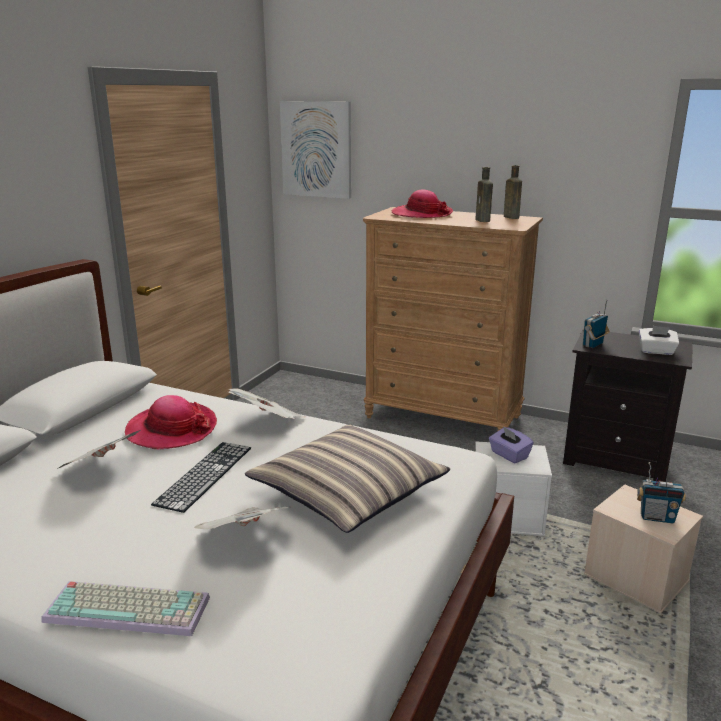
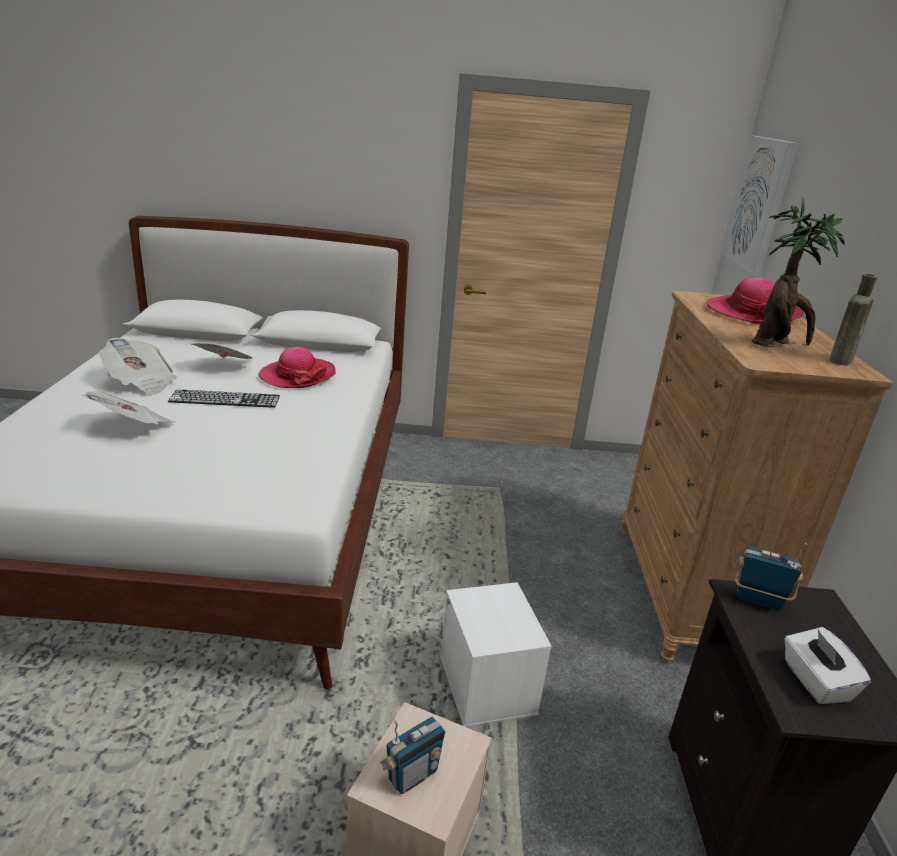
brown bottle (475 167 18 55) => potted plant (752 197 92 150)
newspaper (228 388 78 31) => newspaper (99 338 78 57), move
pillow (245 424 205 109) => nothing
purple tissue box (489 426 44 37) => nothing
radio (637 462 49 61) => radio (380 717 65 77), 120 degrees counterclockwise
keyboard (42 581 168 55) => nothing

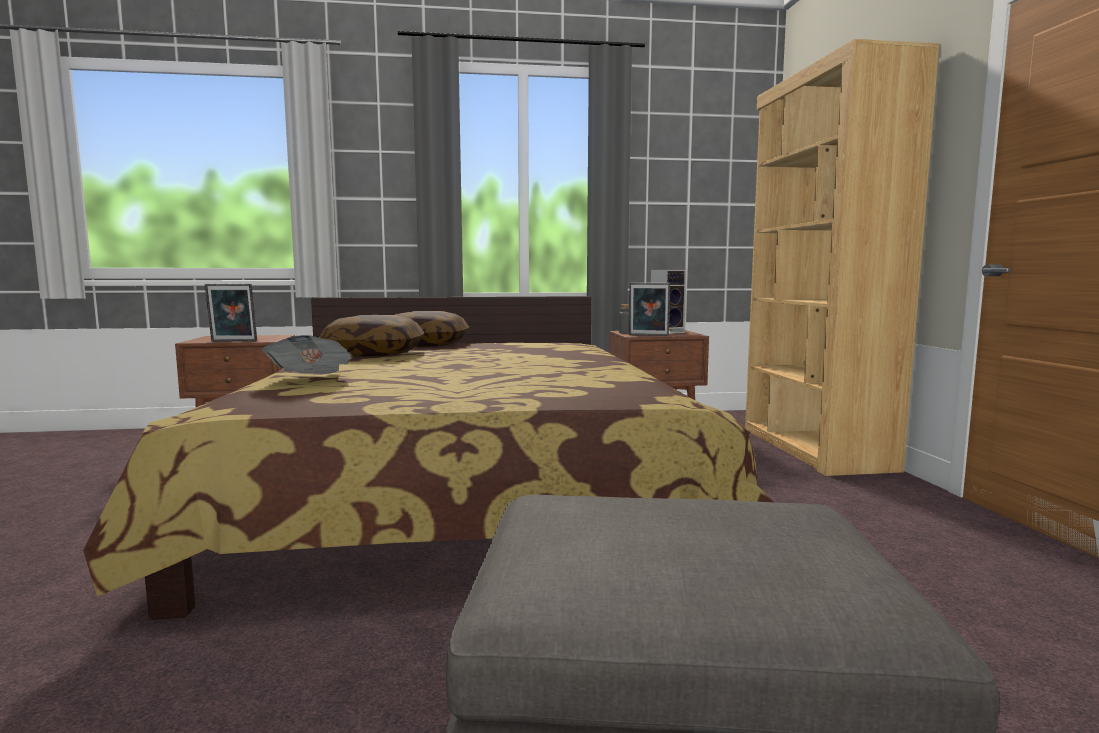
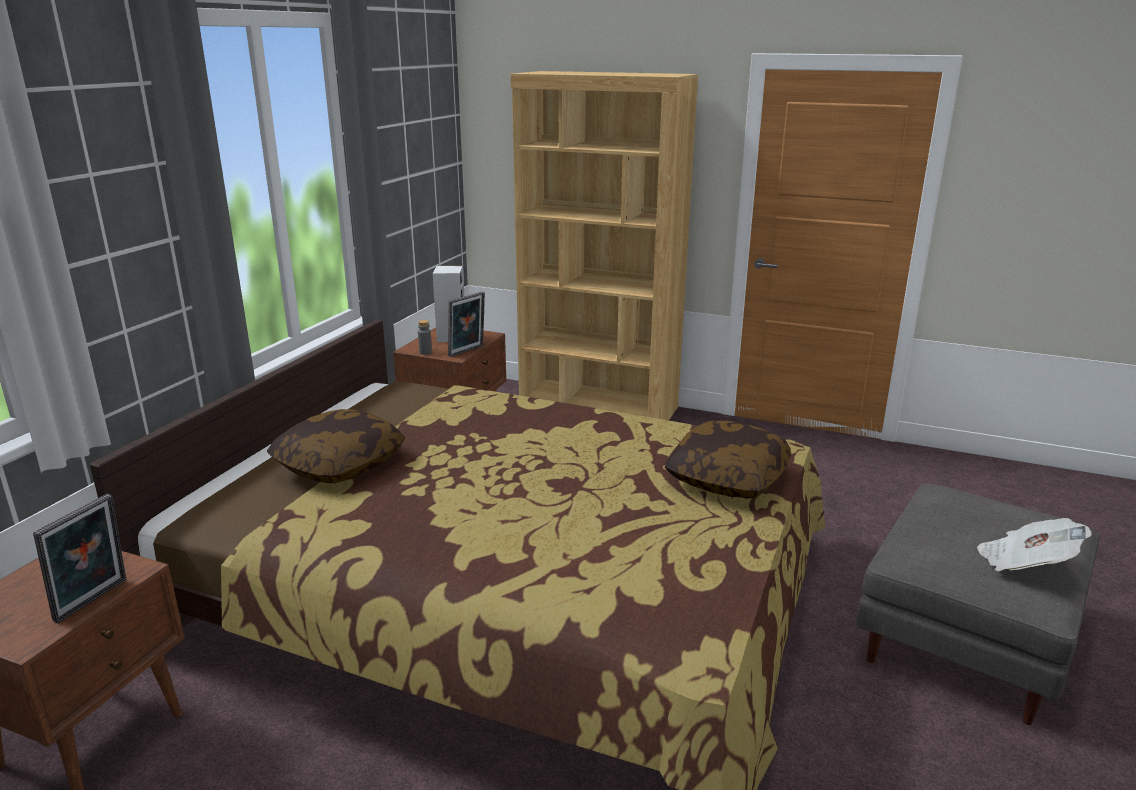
pillow (319 315 105 42) => pillow (665 421 126 77), move
newspaper (262 335 91 39) => newspaper (977 518 115 53), move

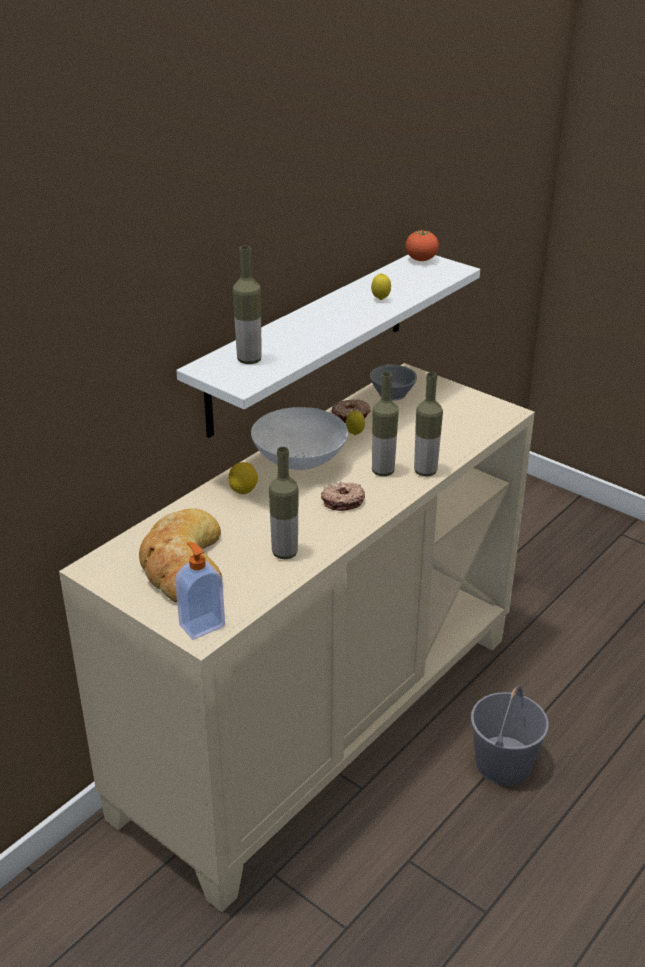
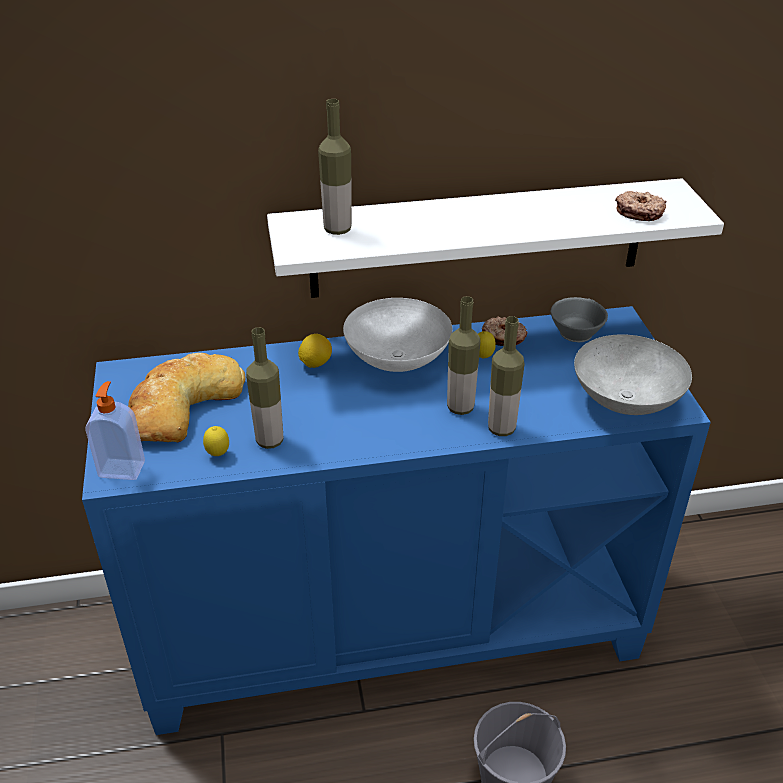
tomato (406 230 33 31) => nothing
lemon (371 273 20 27) => lemon (203 426 26 30), move
beige cabinet (59 363 476 549) => blue cabinet (82 306 629 429)
donut (321 482 44 29) => donut (615 191 52 30), move
nothing => grey bowl (574 334 118 81)

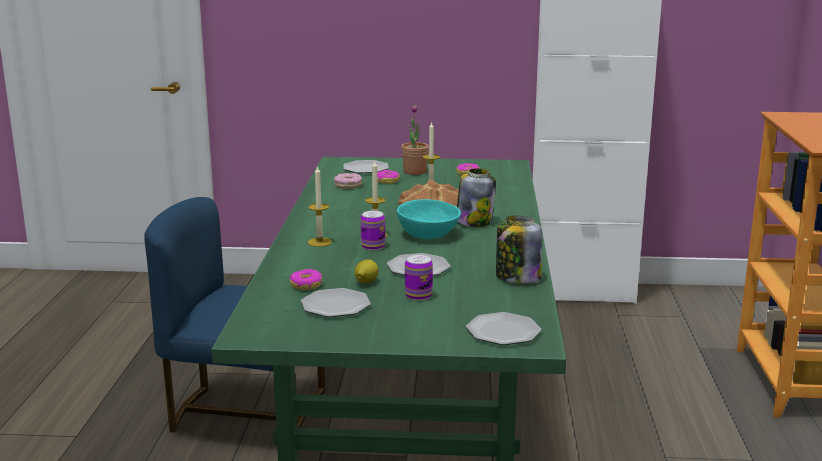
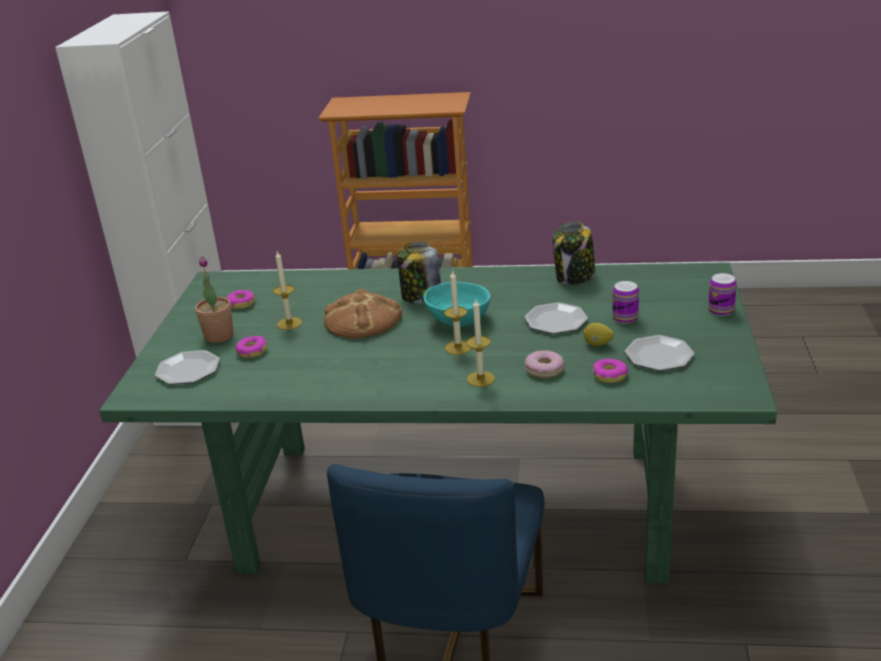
donut (334 173 28 16) => donut (525 350 39 28), move
can (360 211 25 39) => can (708 273 29 43), move
plate (466 312 75 33) => nothing

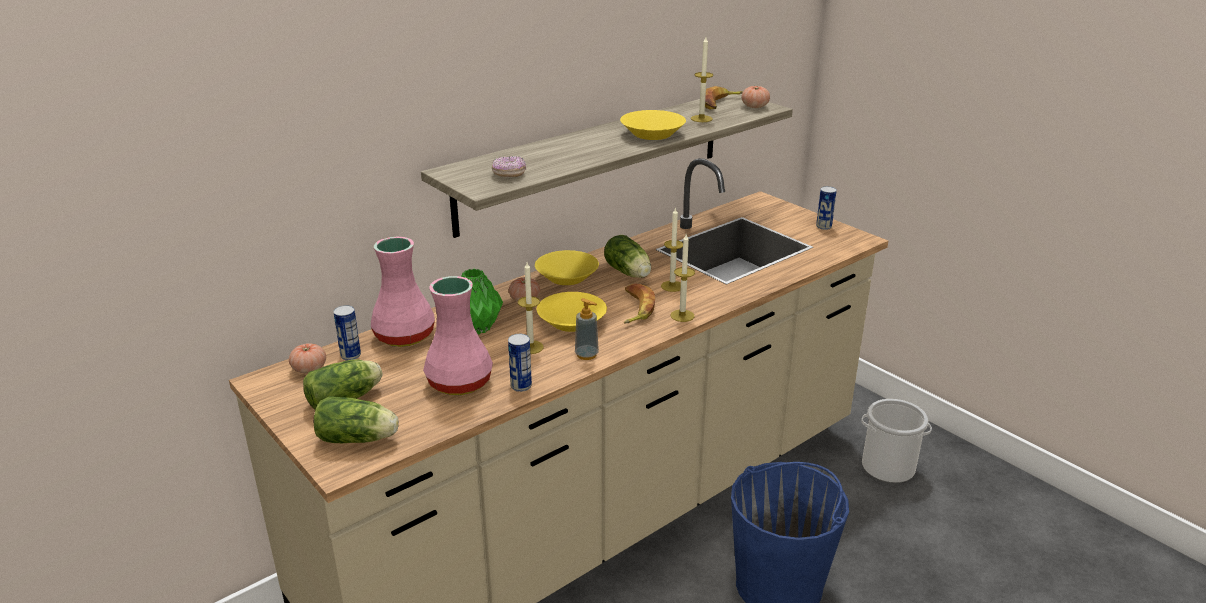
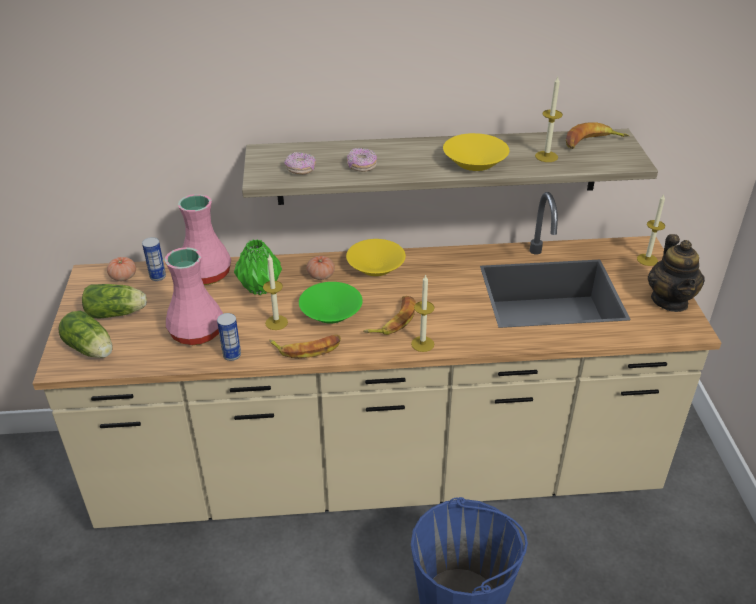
tomato (742 86 28 22) => nothing
can (816 186 21 44) => teapot (648 234 57 78)
candle (661 207 22 85) => candle (637 194 28 72), move
lettuce (604 235 47 43) => nothing
yellow bowl (537 292 70 40) => green bowl (299 282 64 42)
soap dispenser (575 298 24 62) => banana (269 335 72 24)
bucket (861 399 71 84) => nothing
nothing => donut (347 148 30 24)

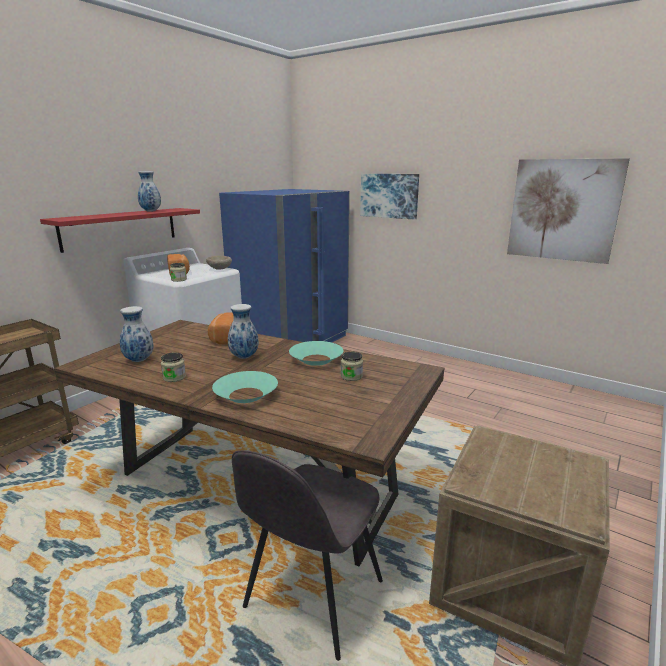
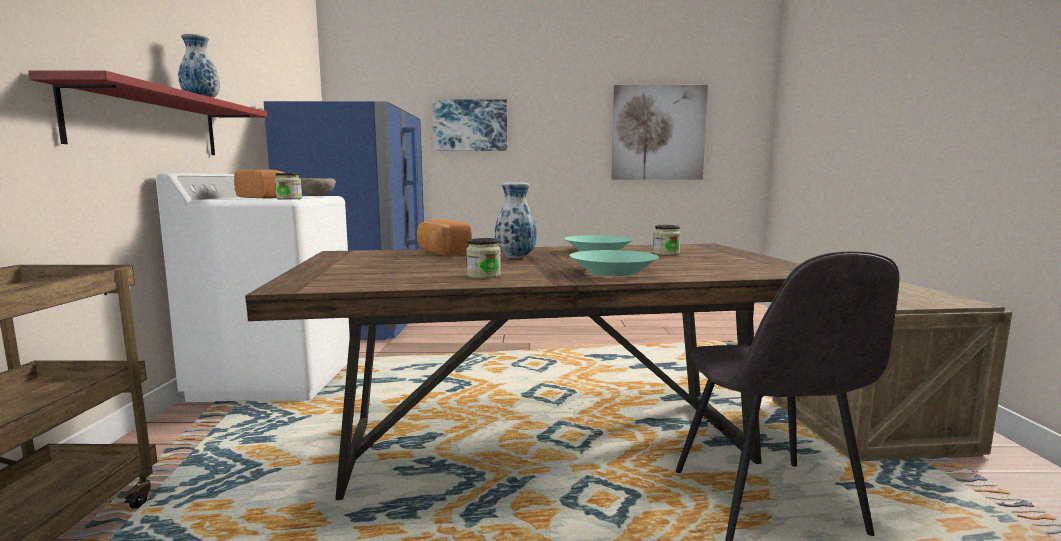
vase (120 306 34 56) => nothing

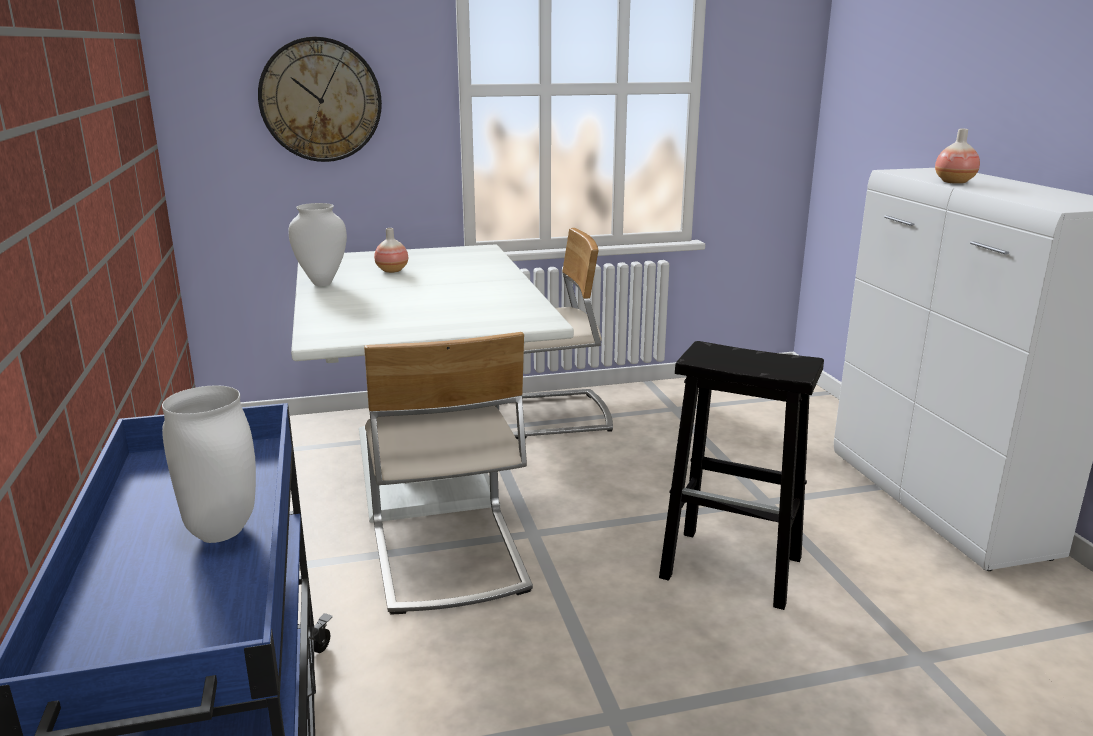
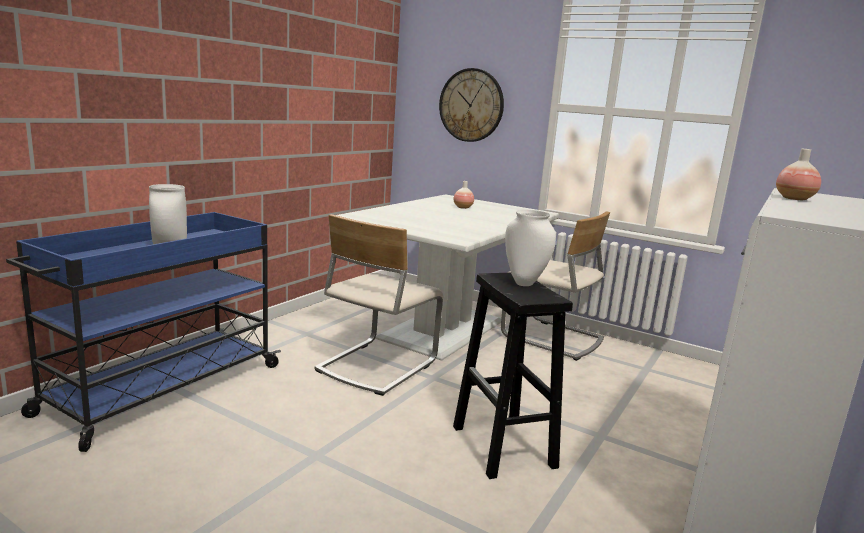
white vase (288 203 59 83) => white vase (505 209 51 77), move

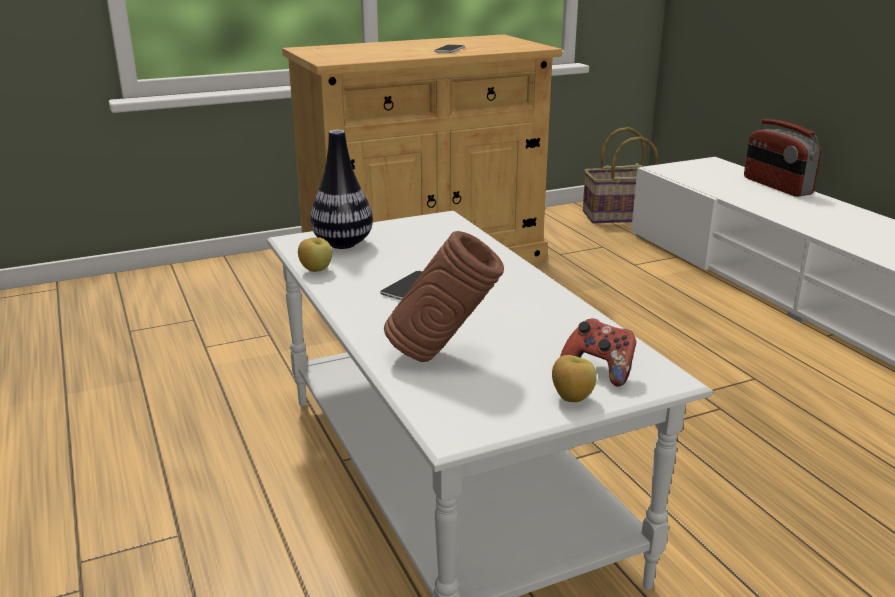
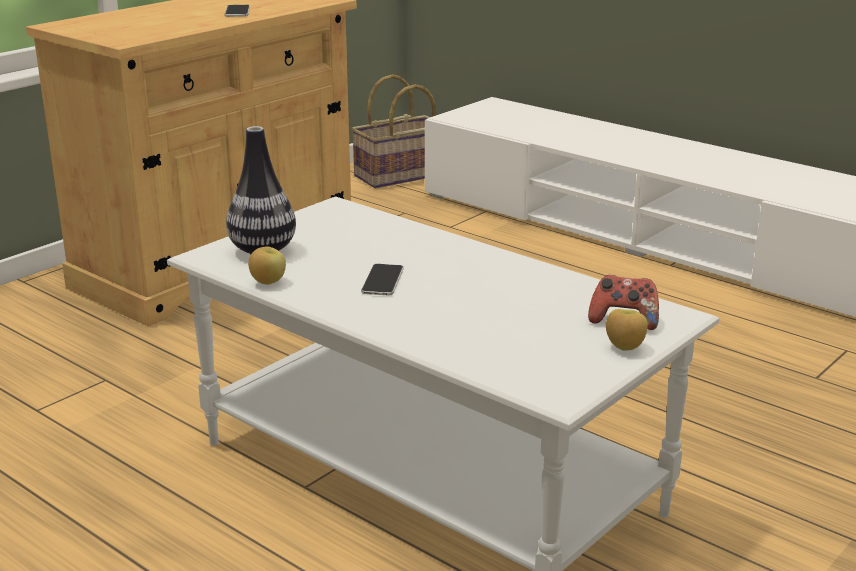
radio (744 119 78 78) => nothing
brown vase (384 231 120 131) => nothing

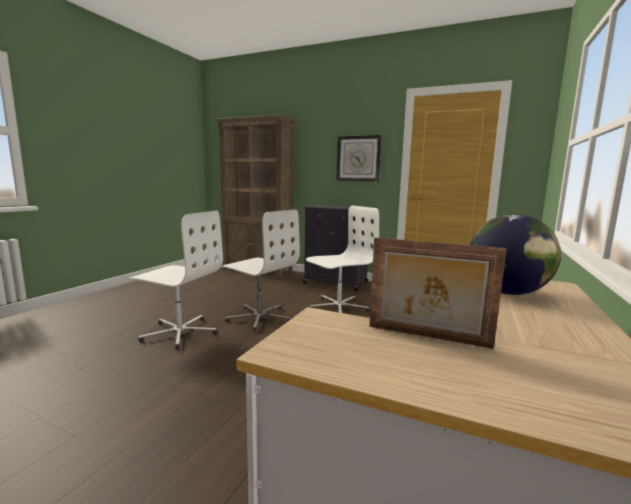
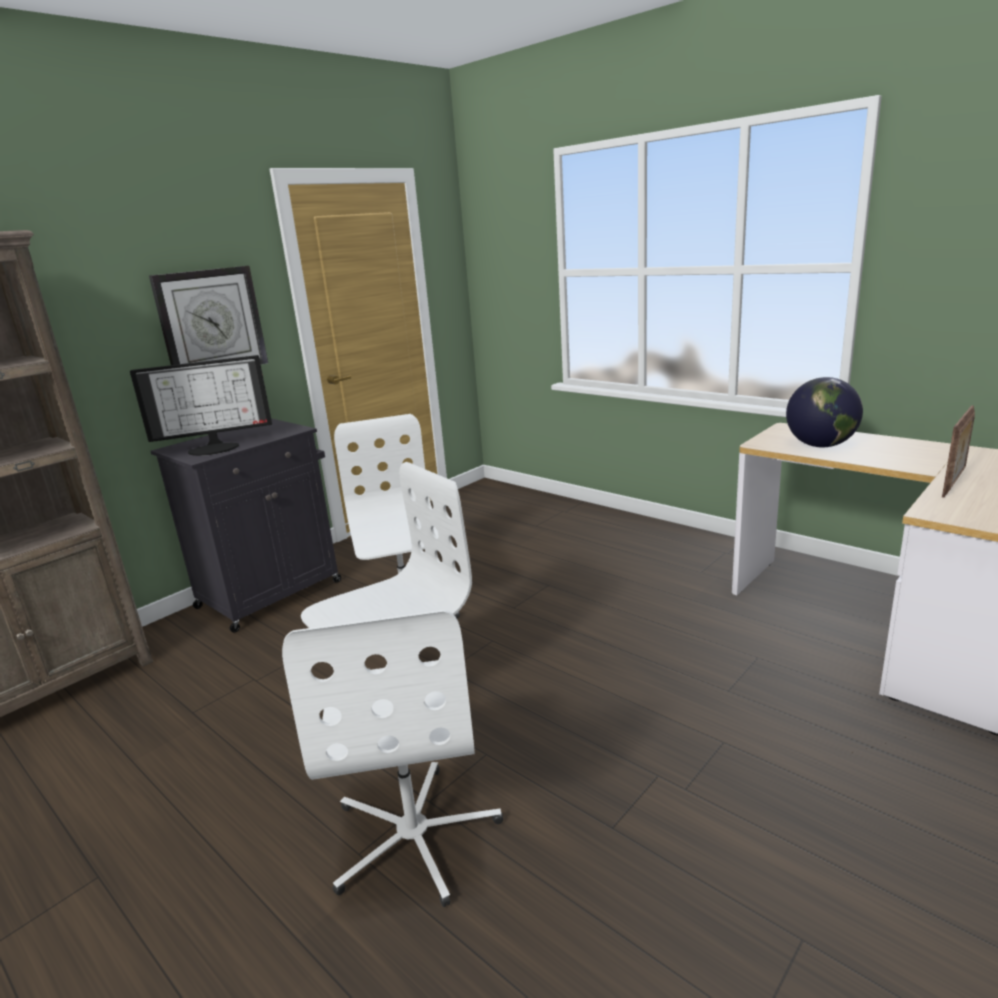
white office chair (128 210 95 139) => white office chair (282 610 221 297), 135 degrees clockwise
nothing => monitor (130 355 142 101)

